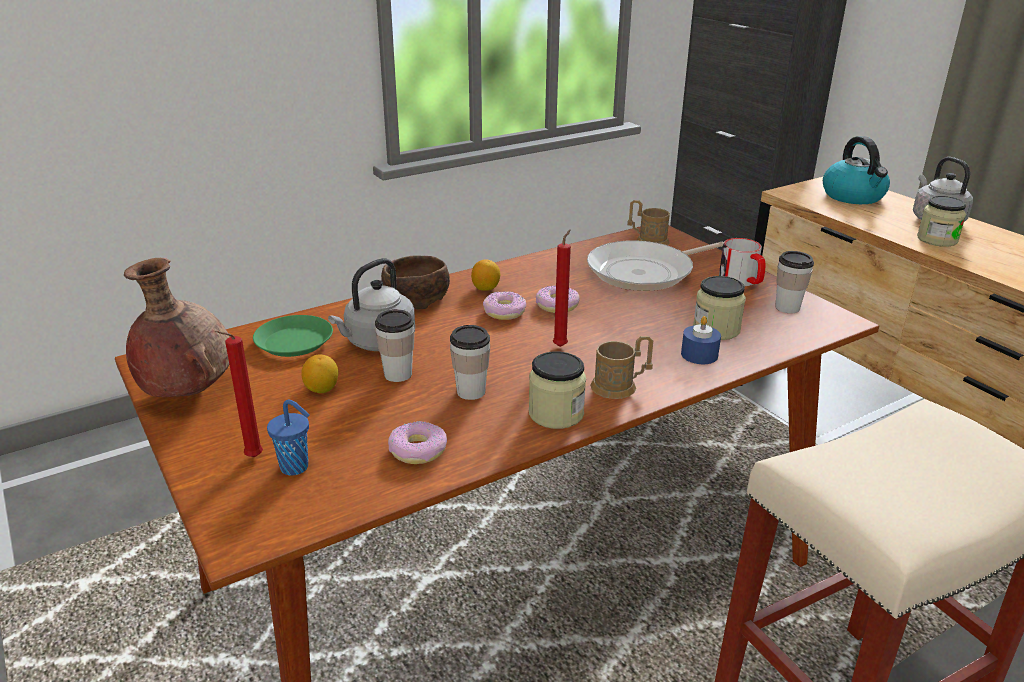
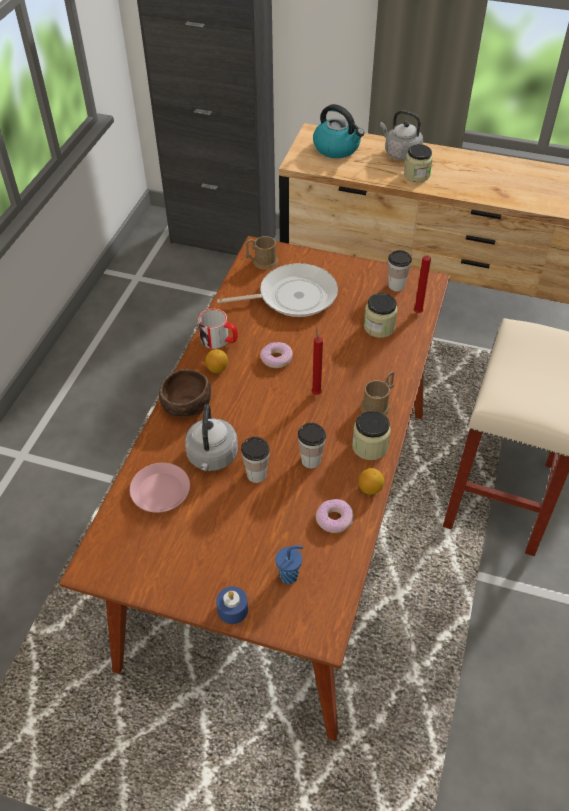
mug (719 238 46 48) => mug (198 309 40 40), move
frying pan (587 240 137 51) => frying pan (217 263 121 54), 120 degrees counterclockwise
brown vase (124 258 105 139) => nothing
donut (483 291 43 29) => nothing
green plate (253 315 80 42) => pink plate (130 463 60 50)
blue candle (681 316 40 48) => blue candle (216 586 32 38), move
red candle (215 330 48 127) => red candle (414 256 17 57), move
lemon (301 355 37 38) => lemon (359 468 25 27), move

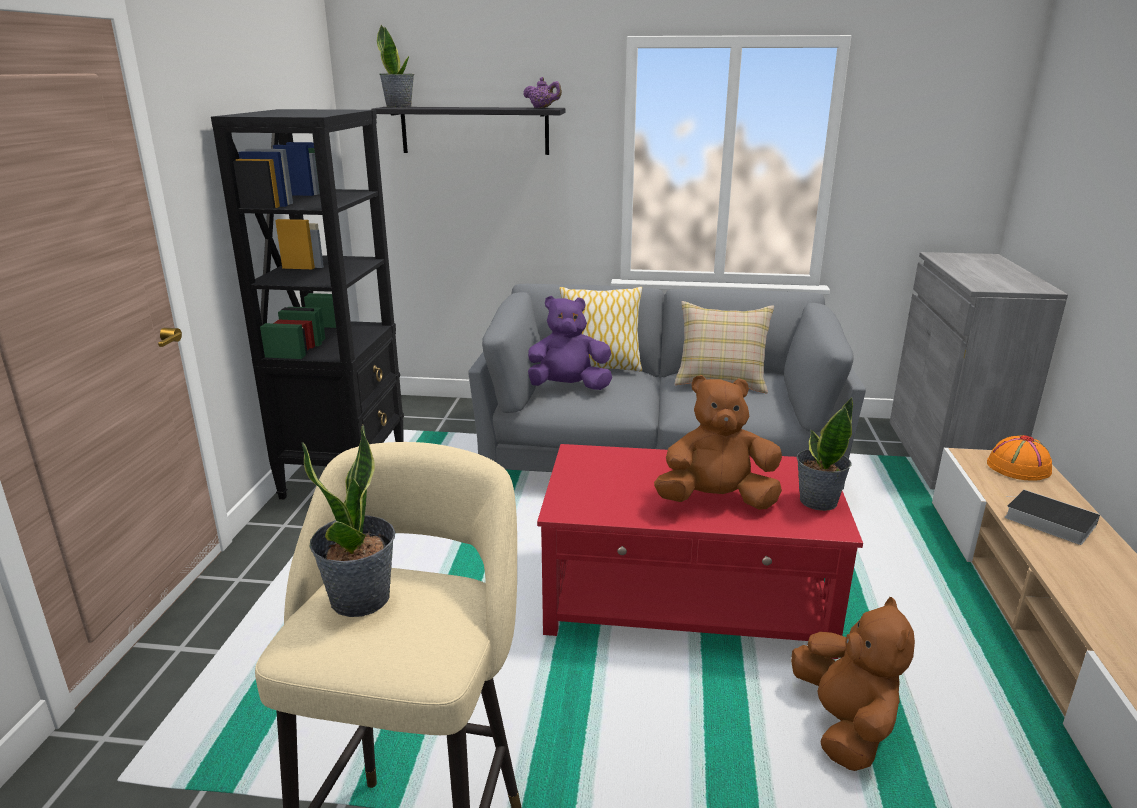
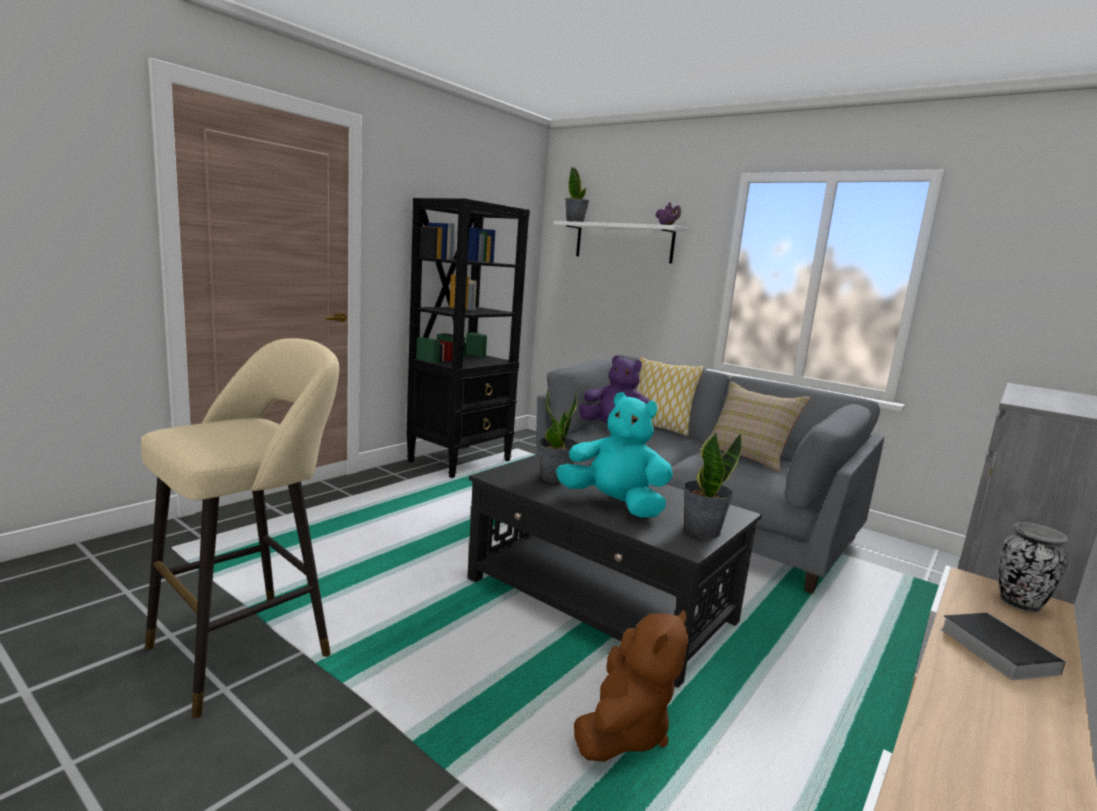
black shelf (371 107 194 48) => white shelf (553 221 135 42)
brown plush toy (654 375 128 134) => turquoise plush toy (556 392 117 126)
potted plant (302 425 93 192) => potted plant (538 389 40 95), move
orange hat (987 435 65 46) => vase (999 522 70 90)
red coffee table (537 444 326 215) => black coffee table (467 454 295 234)

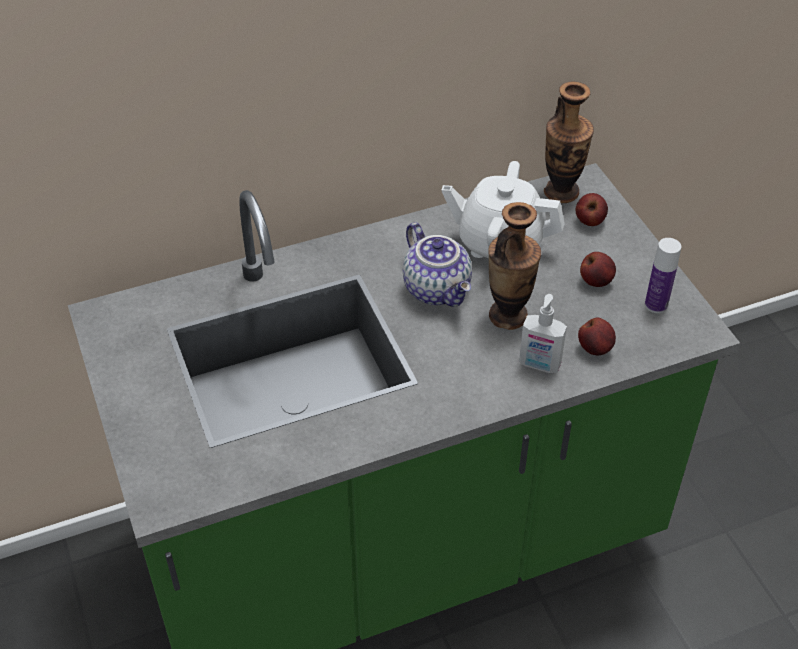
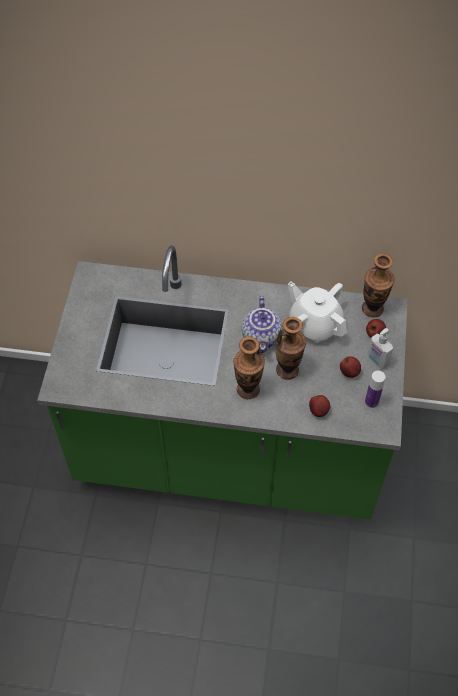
soap dispenser (519 294 48 79) => soap dispenser (367 328 26 41), move
nothing => vase (233 337 32 62)

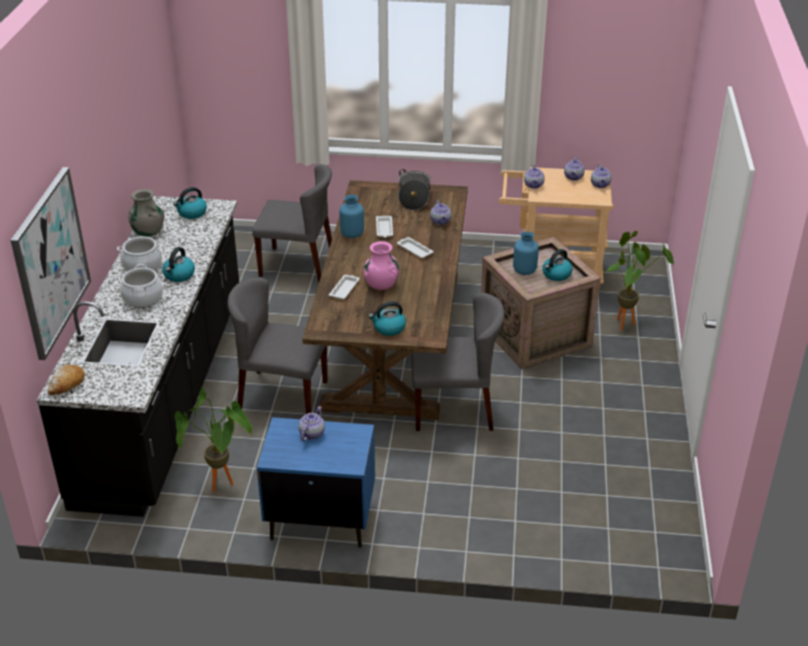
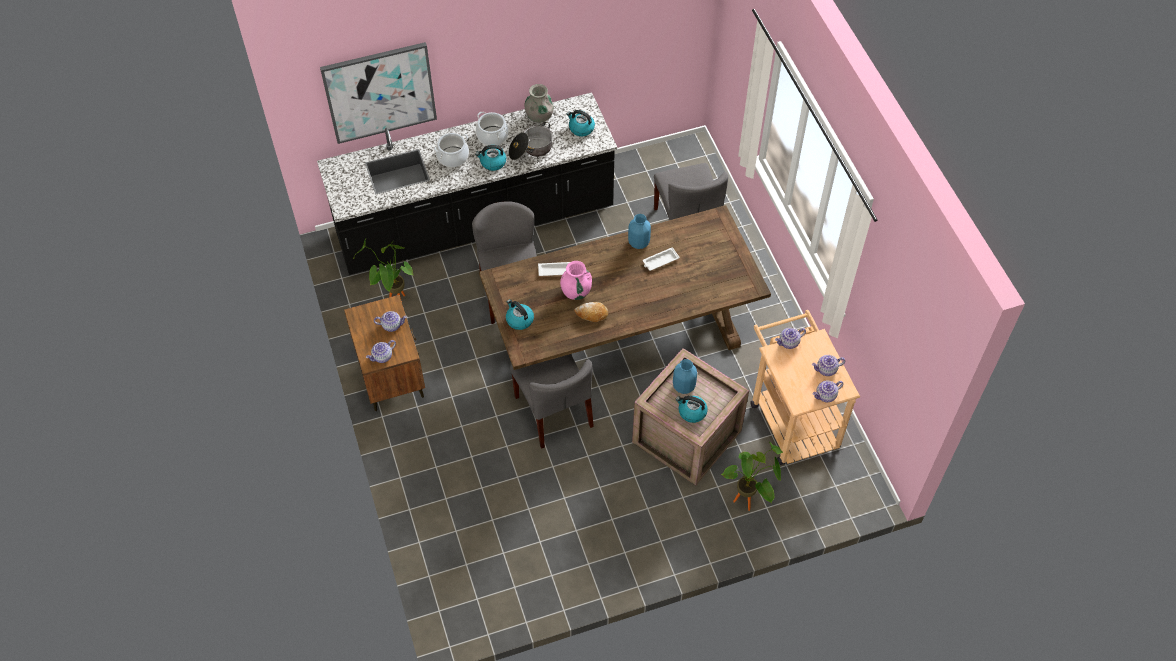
cooking pot (398 169 33 41) => cooking pot (508 122 45 38), move
teapot (430 200 21 25) => teapot (366 340 30 23), move
white tray (397 237 37 21) => nothing
bread (48 364 37 31) => bread (574 302 34 20), move
blue nightstand (257 417 118 131) => brown nightstand (344 295 81 116)

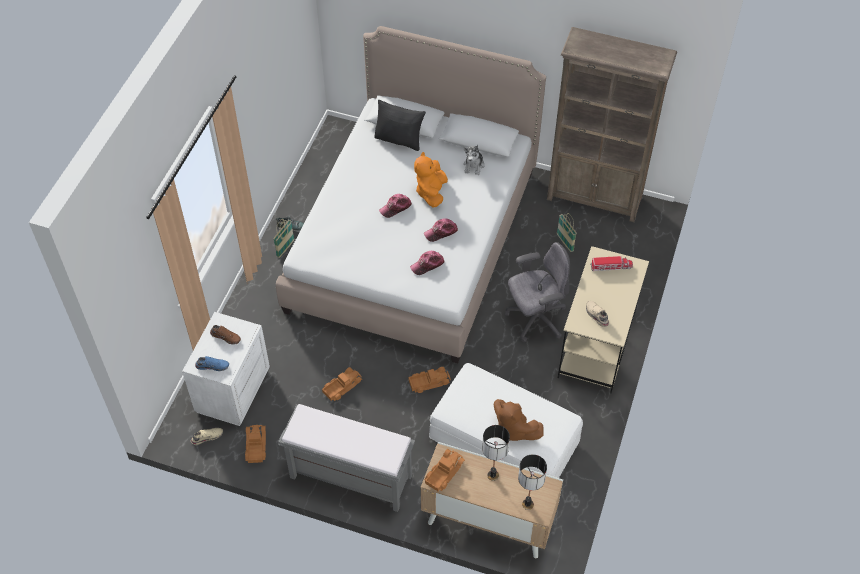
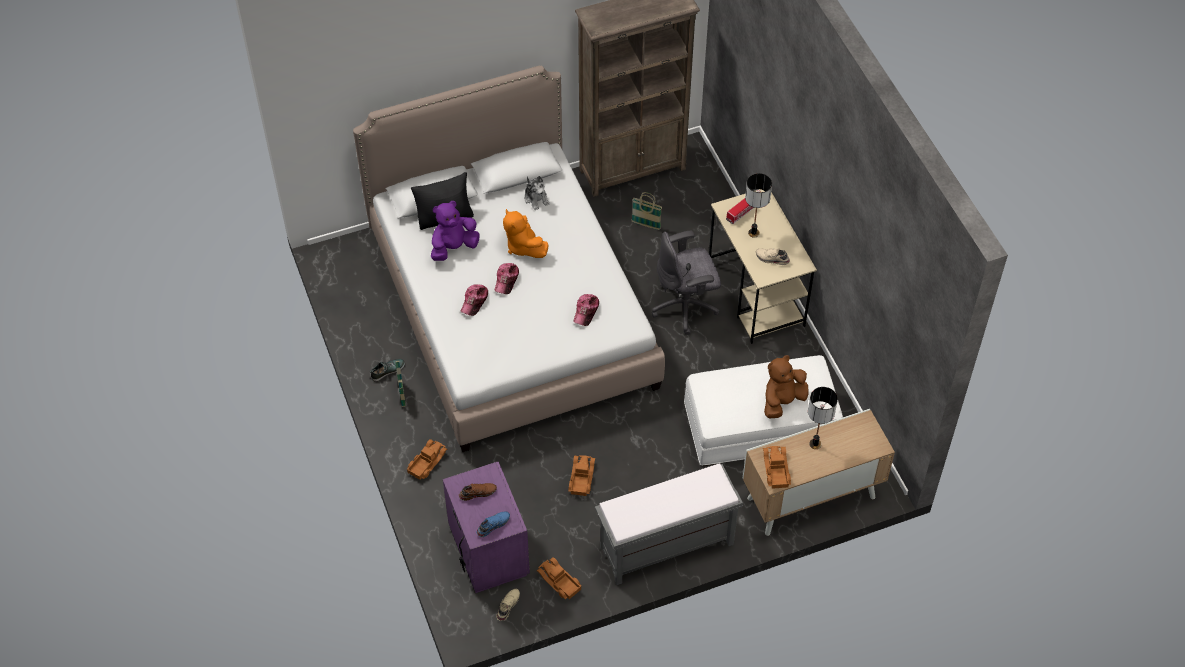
cap (424 218 34 24) => cap (461 284 27 32), move
grey office chair (505 242 65 100) => grey office chair (652 231 69 104), 135 degrees counterclockwise
white nightstand (182 312 88 114) => purple nightstand (443 461 87 132)
toy truck (408 367 43 26) => toy truck (407 439 41 41), move
brown plush toy (494 399 49 42) => brown plush toy (764 355 45 64), 135 degrees clockwise
table lamp (518 454 29 56) => table lamp (745 173 27 65), move
nothing => purple plush toy (431 201 49 60)

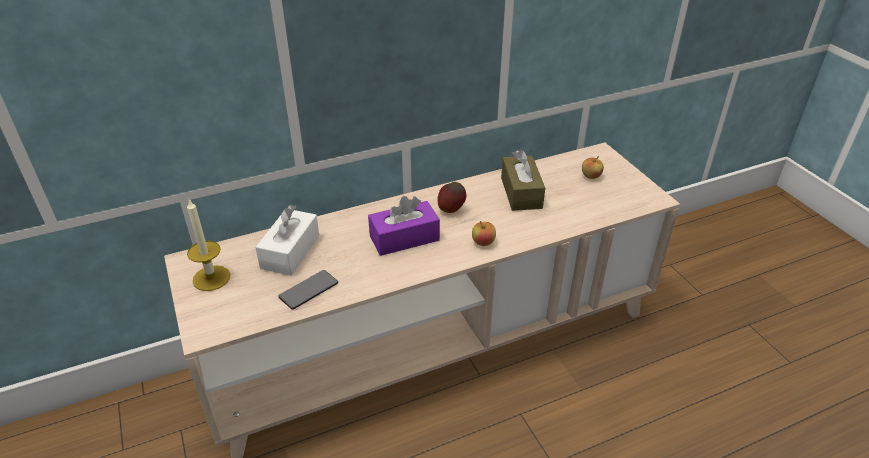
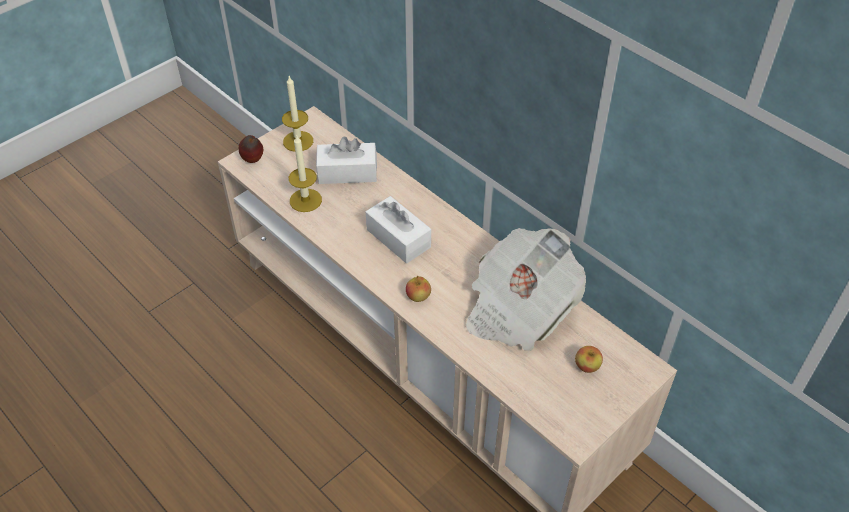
brown tissue box (501 150 44 61) => newspaper (466 228 120 123)
apple (438 182 28 31) => apple (239 135 24 28), move
purple tissue box (368 196 72 60) => white tissue box (366 196 65 67)
phone (278 270 60 40) => candle (289 134 33 78)

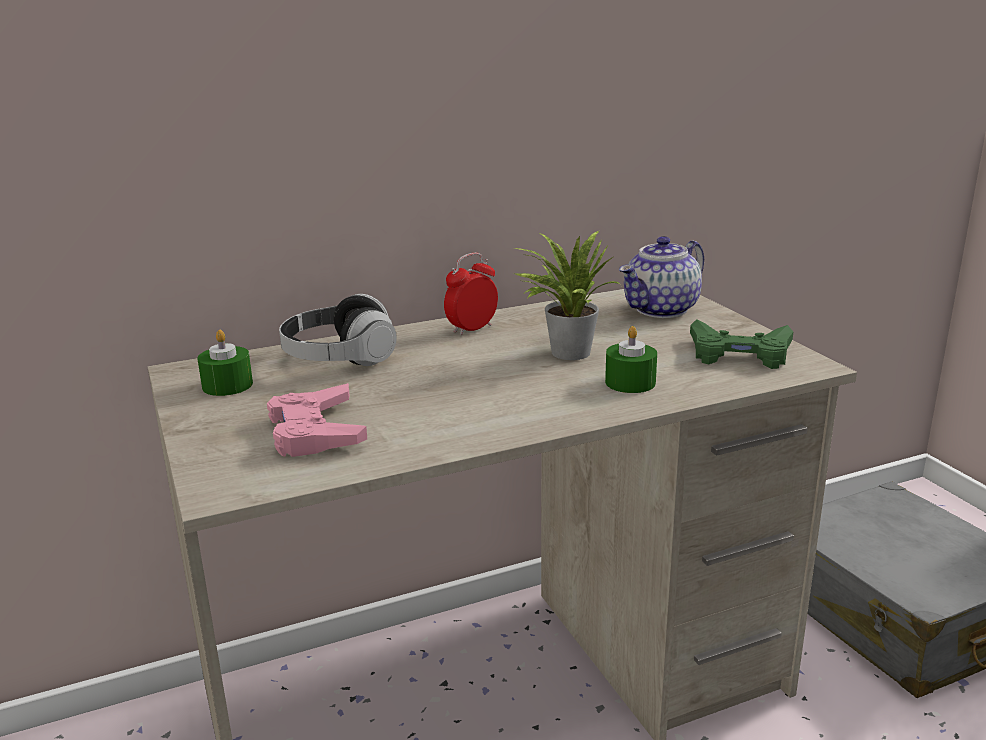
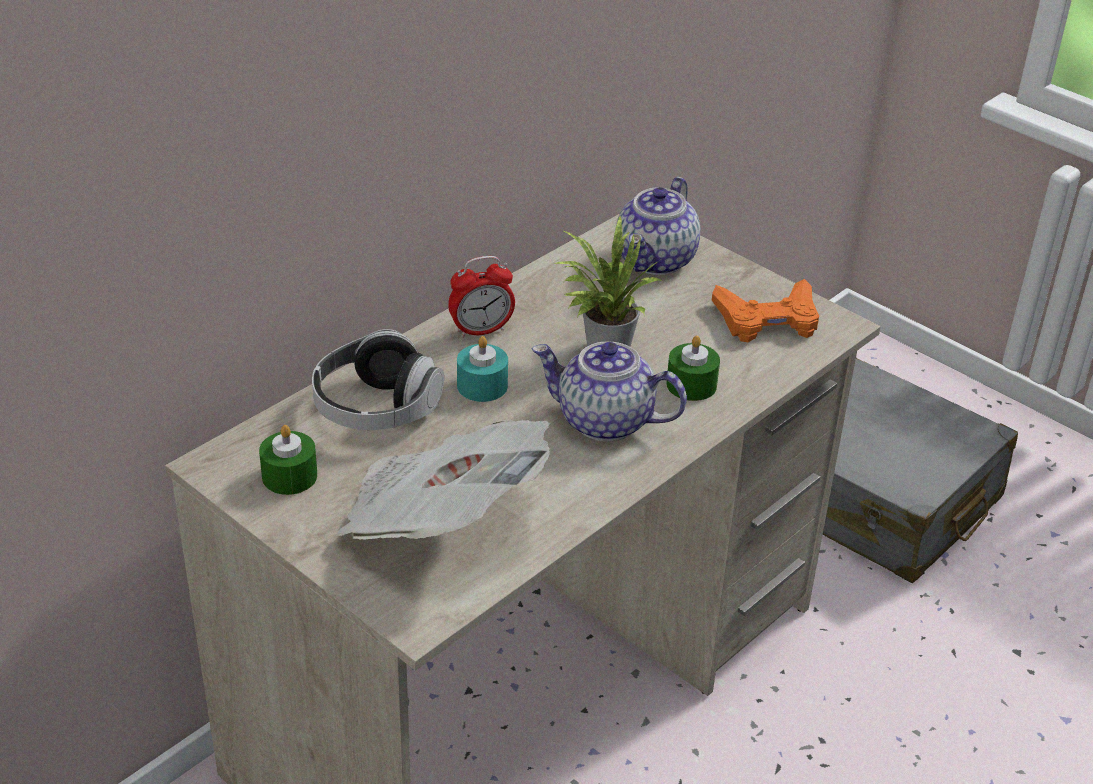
alarm clock (444 253 54 82) => alarm clock (448 256 67 82), 135 degrees counterclockwise
green game controller (690 319 103 50) => orange game controller (712 279 107 63)
pink game controller (267 383 100 74) => newspaper (336 420 214 120)
nothing => turquoise candle (457 336 51 66)
nothing => teapot (532 342 155 100)

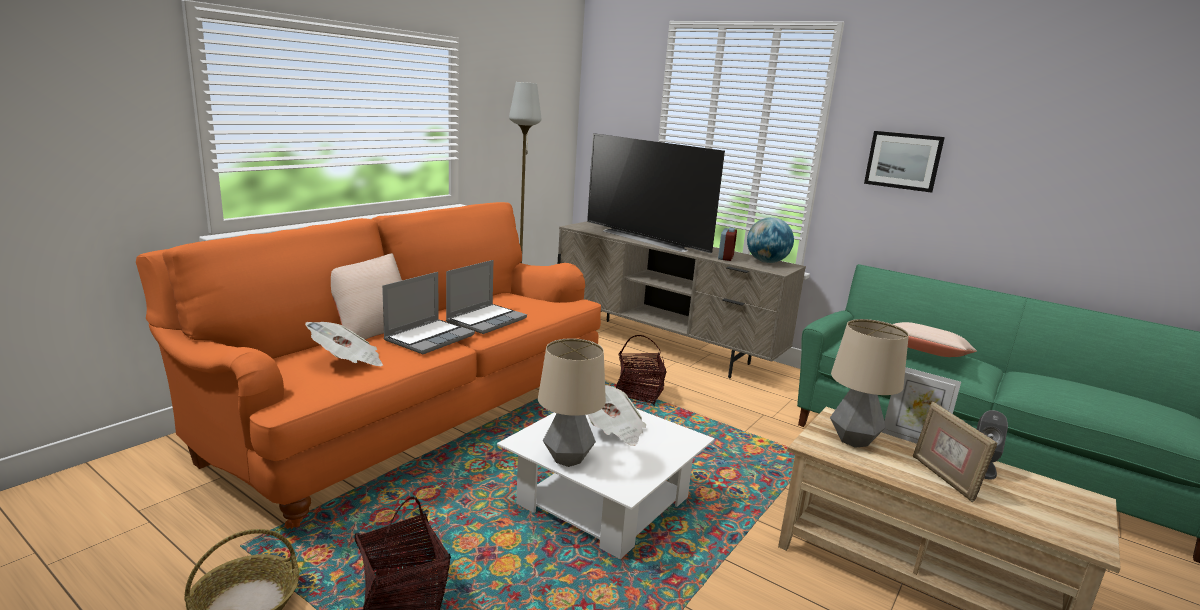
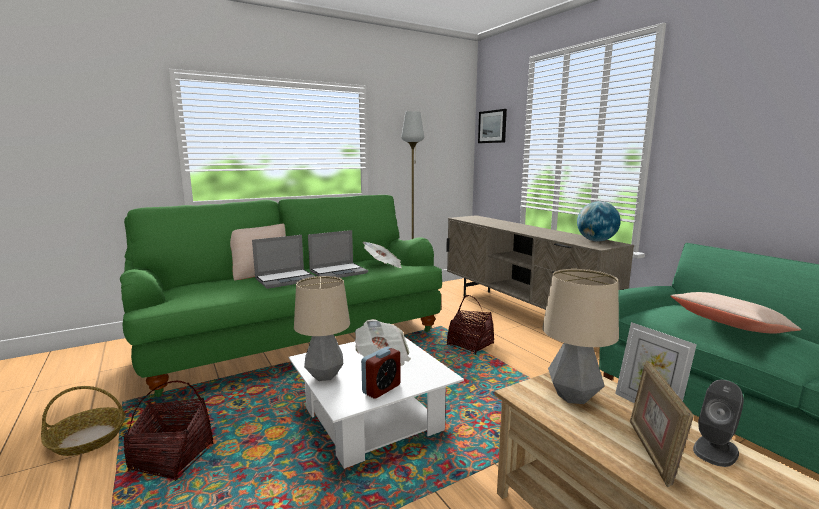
picture (864 131 81 62) => picture (478 109 29 34), move
television (587 133 138 121) => nothing
orange sofa (136 202 465 327) => green sofa (120 195 322 202)
alarm clock (718 228 19 33) => alarm clock (361 347 39 52), move
newspaper (305 322 78 44) => newspaper (363 242 39 26), move

